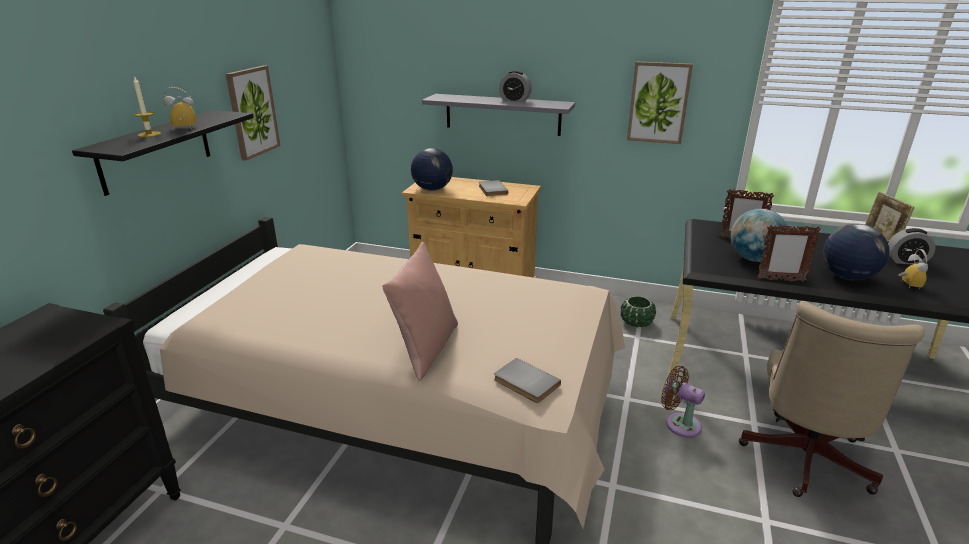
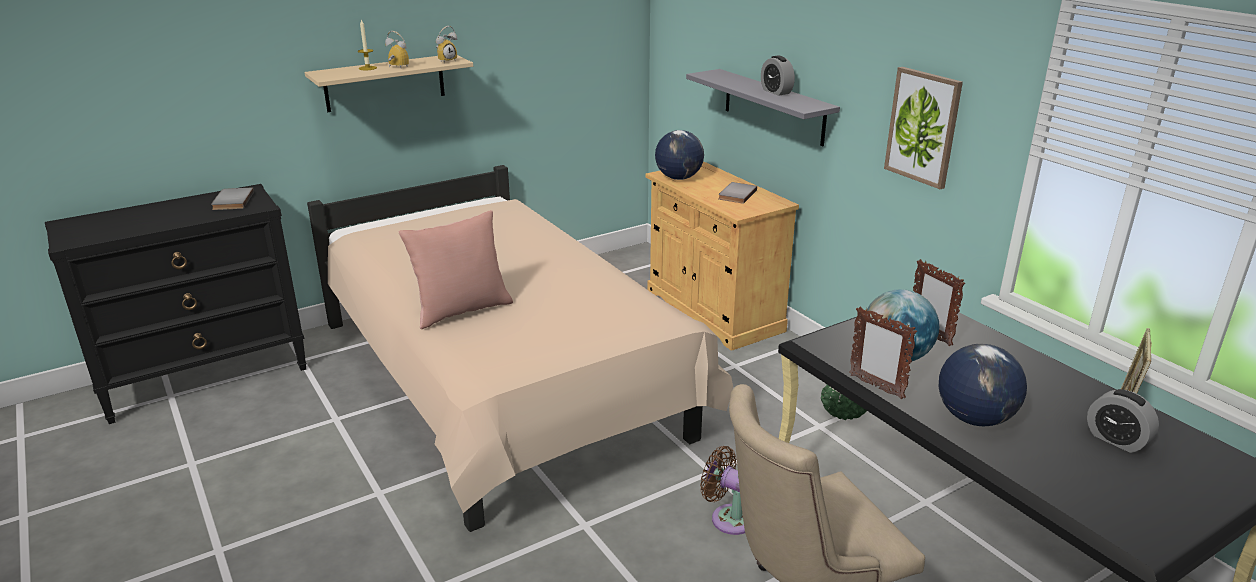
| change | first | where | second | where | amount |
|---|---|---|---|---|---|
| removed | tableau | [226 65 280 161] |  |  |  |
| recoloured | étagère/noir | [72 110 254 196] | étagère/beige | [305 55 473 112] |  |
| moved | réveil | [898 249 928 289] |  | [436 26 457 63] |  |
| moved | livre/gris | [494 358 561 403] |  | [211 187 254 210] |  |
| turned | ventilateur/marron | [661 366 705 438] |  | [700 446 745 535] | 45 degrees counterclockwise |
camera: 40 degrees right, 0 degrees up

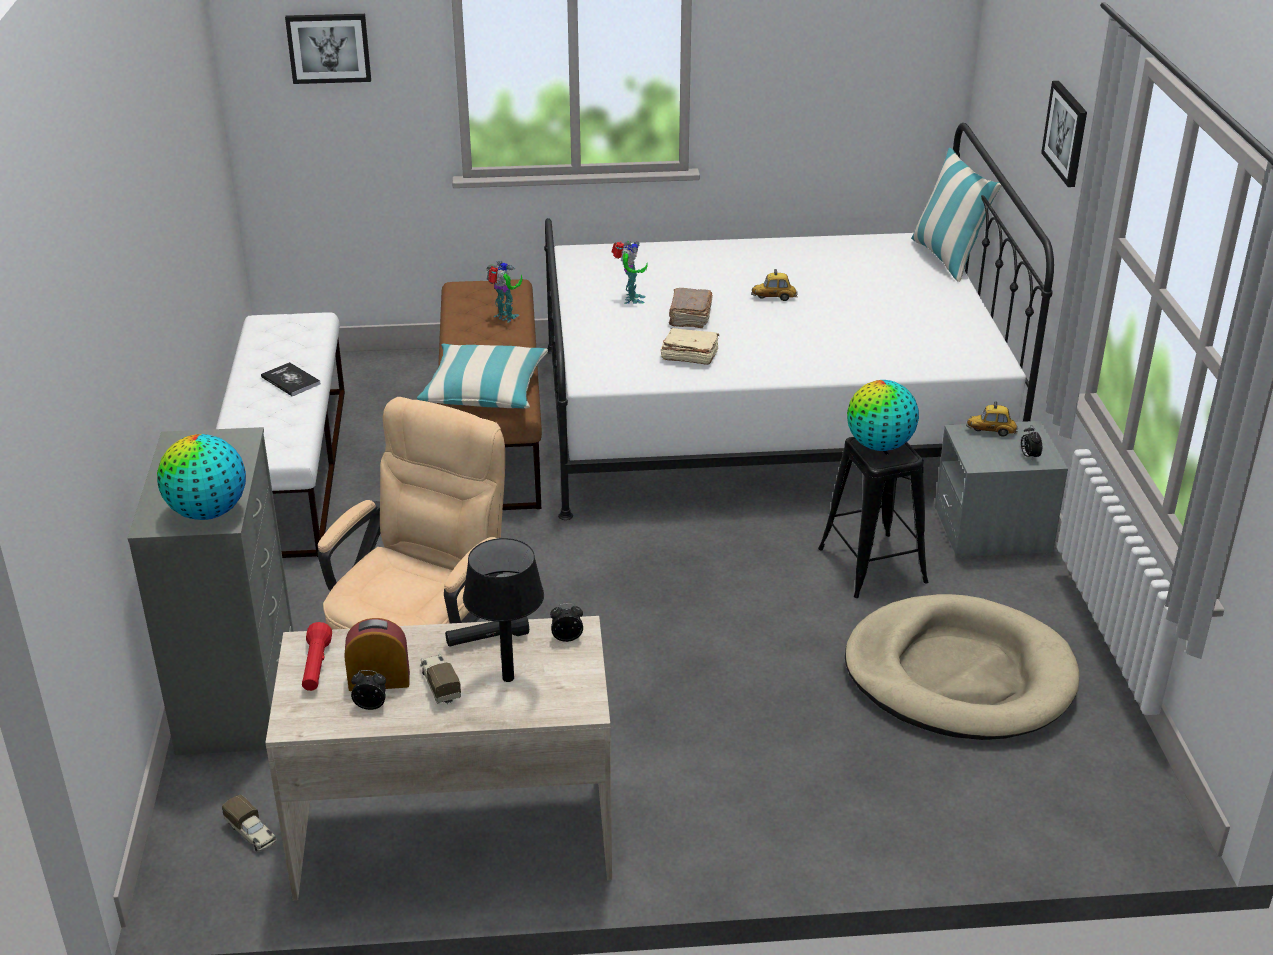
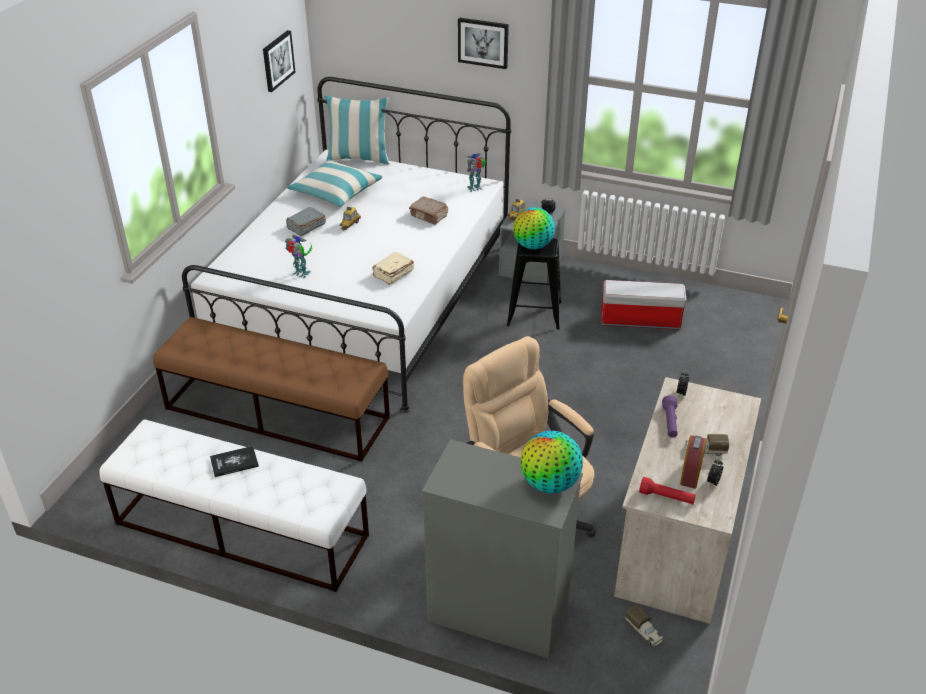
| change | first | where | second | where | amount |
|---|---|---|---|---|---|
| moved | tableau | [285 14 371 84] |  | [263 30 295 92] |  |
| moved | robot jouet | [486 261 522 323] |  | [467 153 486 192] |  |
| moved | livre/marron | [669 288 713 328] |  | [409 197 448 225] |  |
| moved | coussin | [417 344 548 409] |  | [287 159 383 207] |  |
| removed | lampe de table/noir | [463 538 544 682] |  |  |  |
| replaced | panier pour chien/beige | [845 594 1080 740] | boîte de rangement | [601 280 687 330] |  |
| recoloured | lampe de poche/noir | [445 616 529 647] | lampe de poche/violet | [662 395 678 438] |  |
| turned | camion jouet | [222 795 277 851] |  | [625 604 663 647] | 75 degrees clockwise |
| added |  |  | livre/gris | [286 207 326 237] |  |
camera: 65 degrees left, 5 degrees up

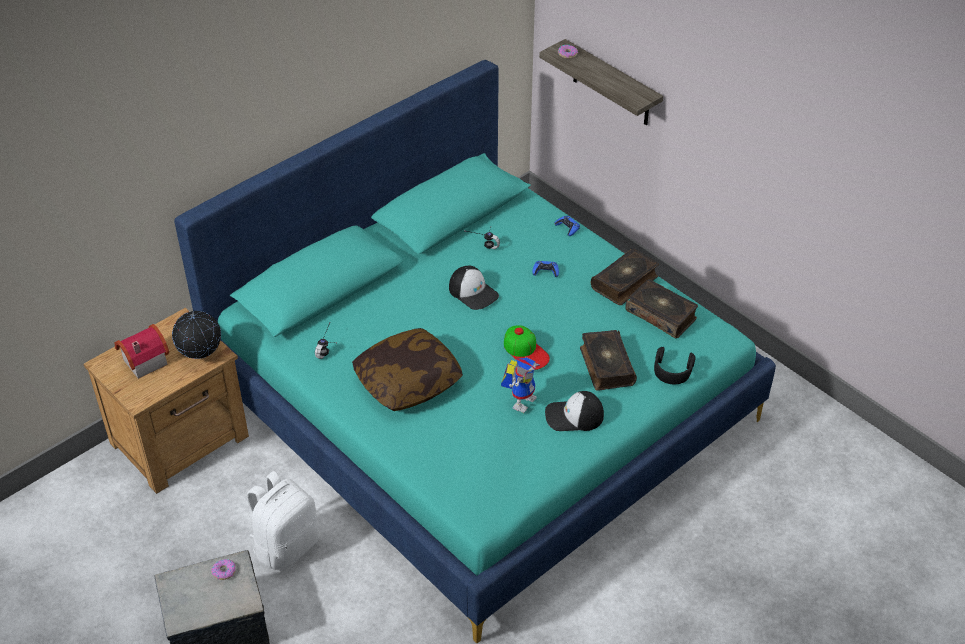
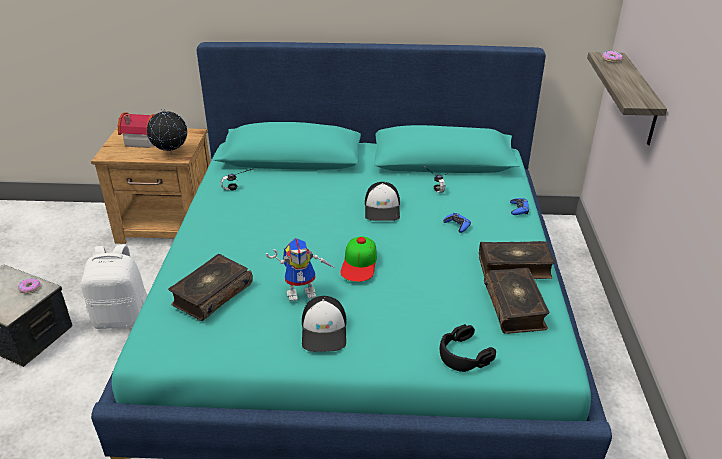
| change | first | where | second | where | amount |
|---|---|---|---|---|---|
| removed | coussin | [352 328 463 411] |  |  |  |
| moved | livre | [580 330 637 391] |  | [168 254 253 321] |  |
| turned | casquette | [545 391 604 431] |  | [302 296 347 352] | 135 degrees counterclockwise |
camera: 45 degrees right, 10 degrees down

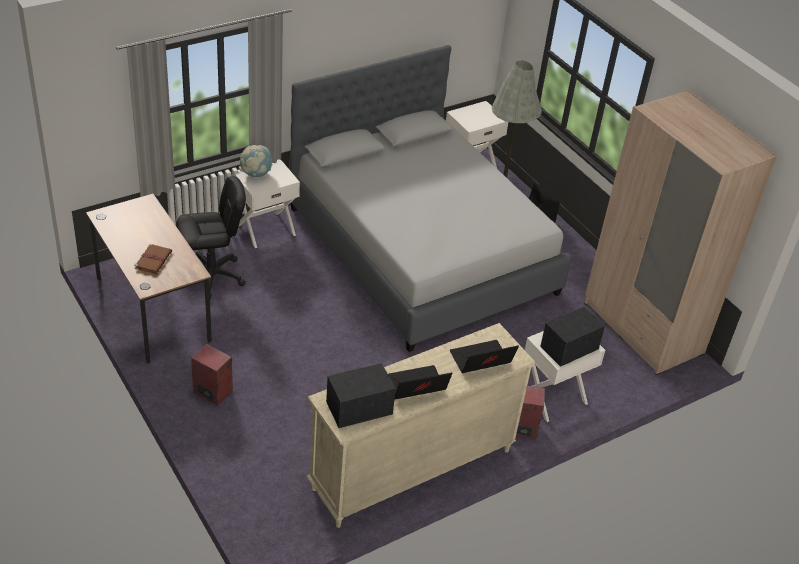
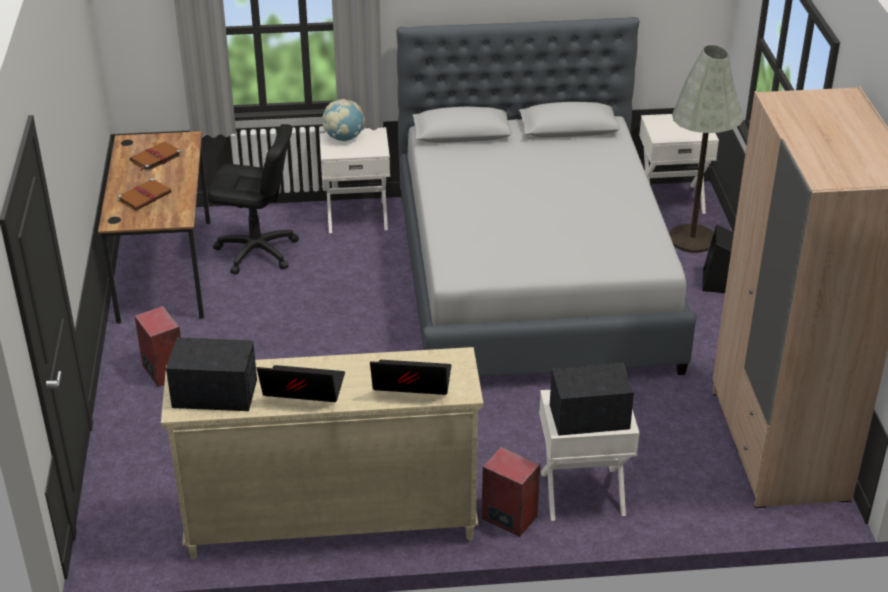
| change | first | where | second | where | amount |
|---|---|---|---|---|---|
| added |  |  | livre/marron | [130 142 182 172] |  |
camera: 30 degrees right, 5 degrees down

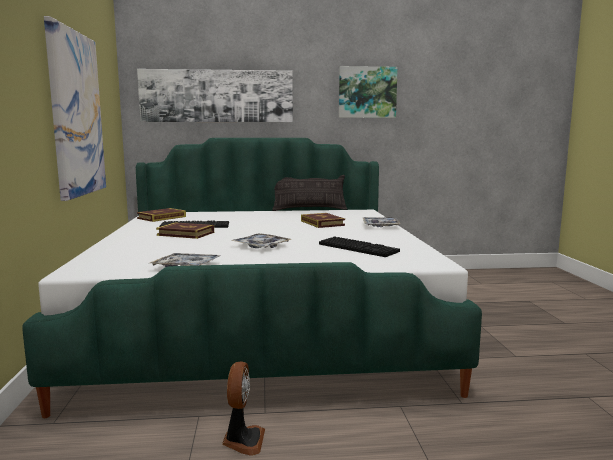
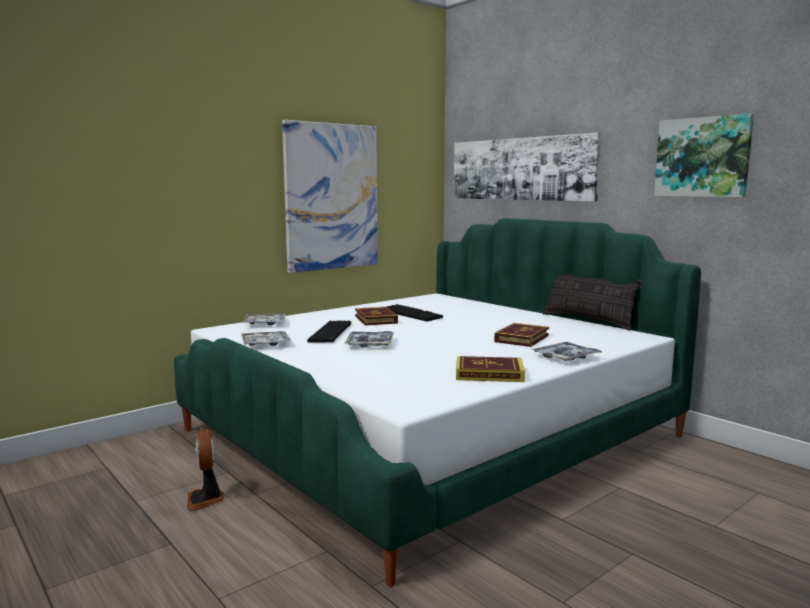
| change | first | where | second | where | amount |
|---|---|---|---|---|---|
| moved | livre | [137 208 186 222] |  | [456 356 525 382] |  |
| moved | clavier | [319 236 400 257] |  | [307 320 351 343] |  |
| turned | ventilateur | [222 361 265 456] |  | [187 429 224 511] | 105 degrees clockwise |
| added |  |  | plateau | [243 314 286 325] |  |
camera: 55 degrees right, 0 degrees up

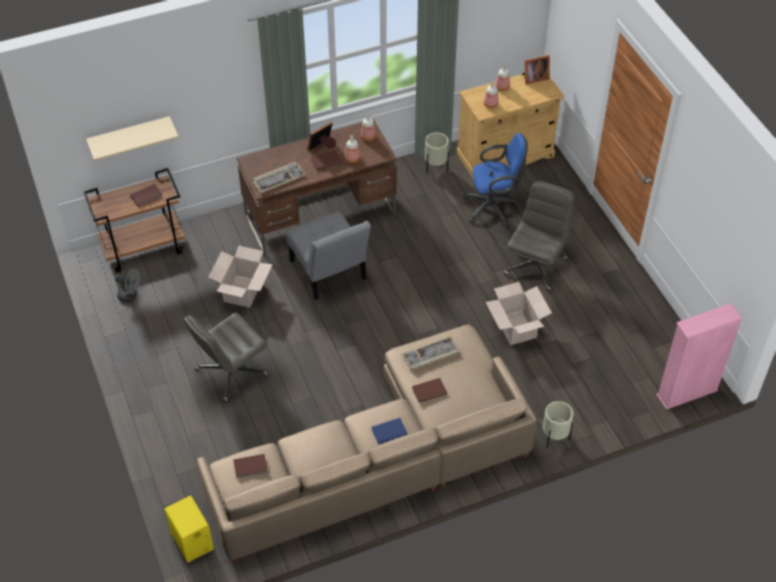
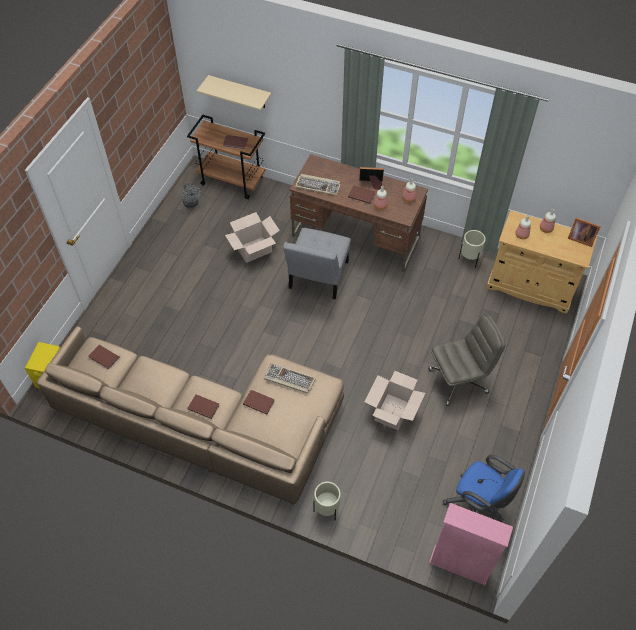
| change | first | where | second | where | amount |
|---|---|---|---|---|---|
| moved | chaise de bureau/bleu | [463 133 528 226] |  | [443 455 525 522] |  |
| removed | chaise de bureau/gris | [183 313 269 403] |  |  |  |
| recoloured | livre/bleu | [371 418 407 444] | livre/marron | [187 394 219 419] |  |
camera: 45 degrees right, 5 degrees up

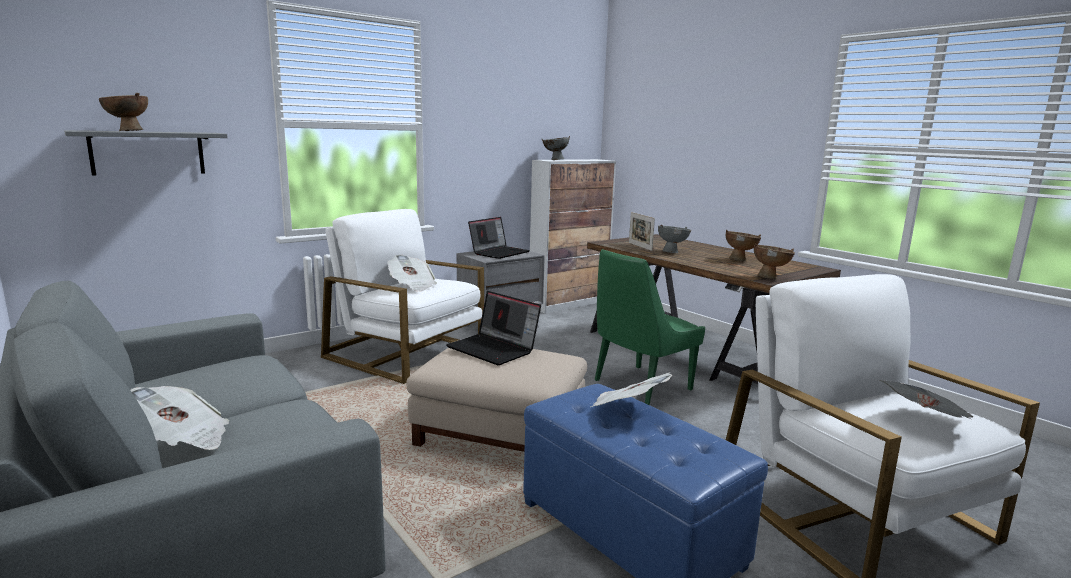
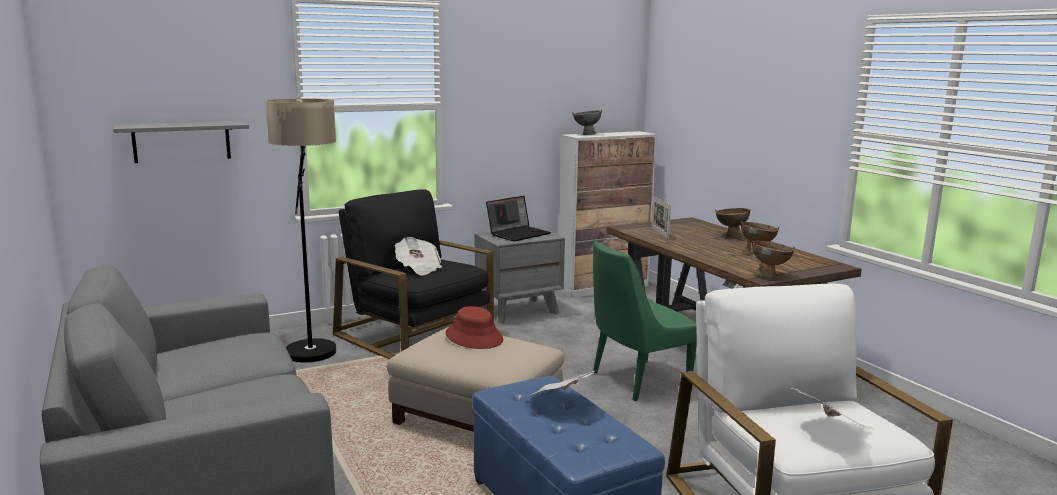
| change | first | where | second | where | amount |
|---|---|---|---|---|---|
| moved | bol/marron | [99 93 148 131] |  | [715 208 751 238] |  |
| recoloured | fauteuil/blanc | [321 209 484 384] | fauteuil/noir | [333 189 494 359] |  |
| removed | bol/gris | [658 225 691 253] |  |  |  |
| replaced | ordinateur portable | [446 291 541 365] | chapeau/rouge | [445 306 503 349] |  |
| removed | journal | [130 386 229 450] |  |  |  |
| added |  |  | lampadaire | [266 98 336 363] |  |
camera: 10 degrees right, 0 degrees up

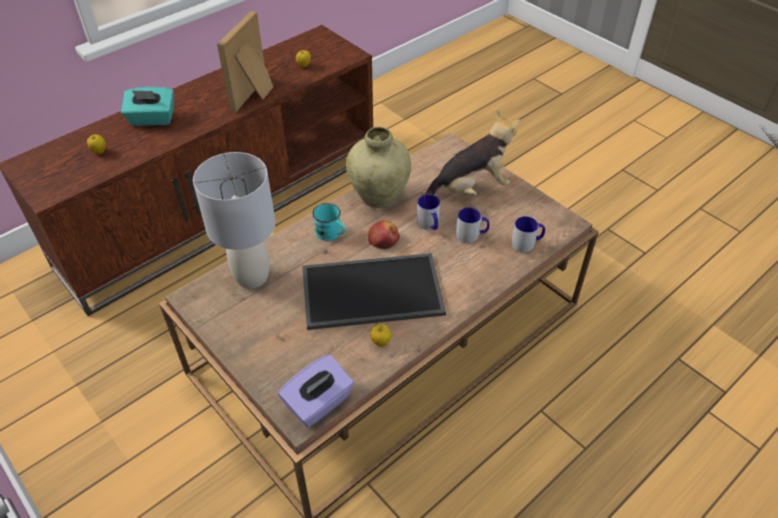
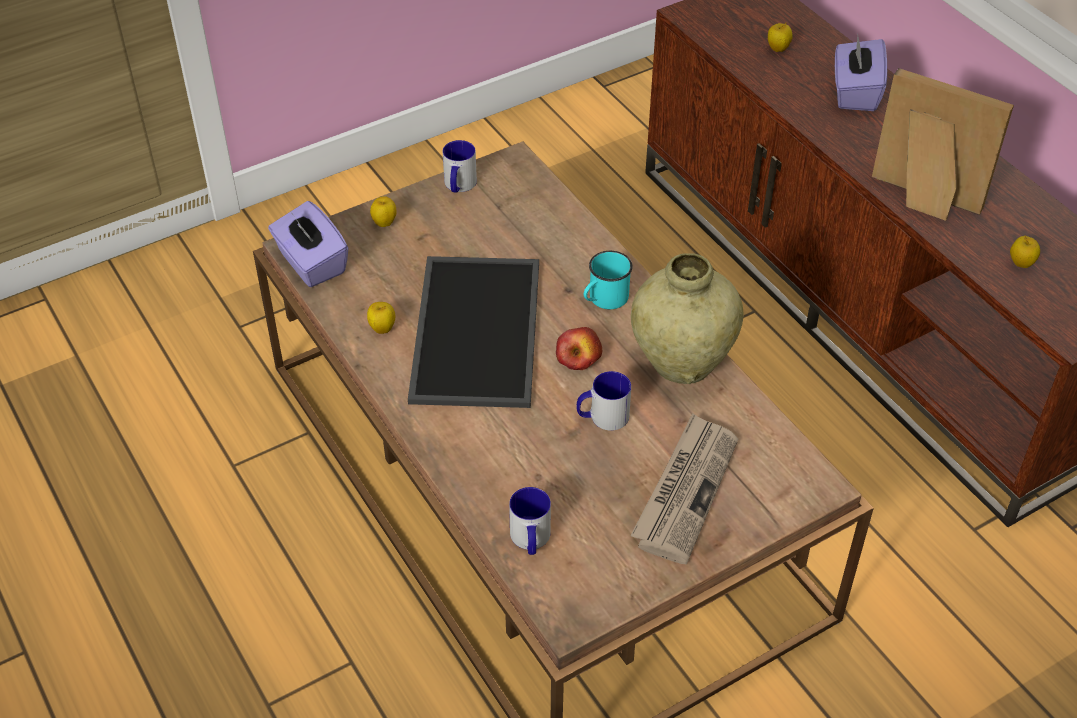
| change | first | where | second | where | amount |
|---|---|---|---|---|---|
| recoloured | boîte à mouchoirs/turquoise | [121 87 174 126] | boîte à mouchoirs/violet | [835 35 887 111] |  |
| replaced | peluche | [425 110 520 195] | journal | [631 413 738 565] |  |
| removed | lampe de table/gris | [193 152 275 289] |  |  |  |
| moved | mug | [456 207 489 243] |  | [443 140 477 193] |  |
| added |  |  | pomme | [370 196 397 227] |  |
camera: 100 degrees right, 0 degrees up

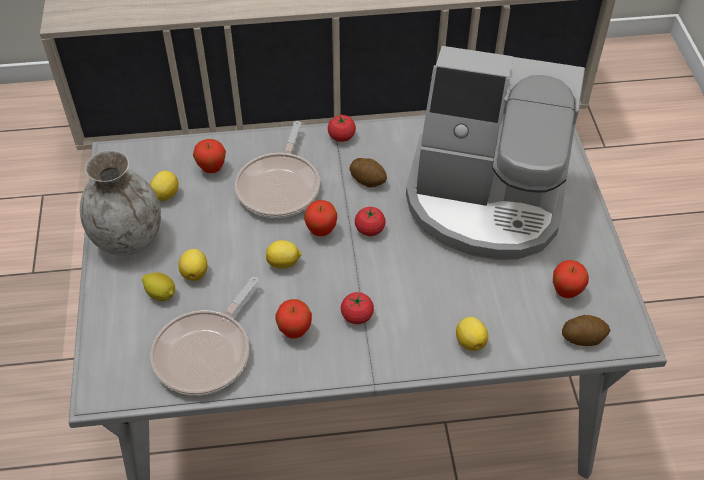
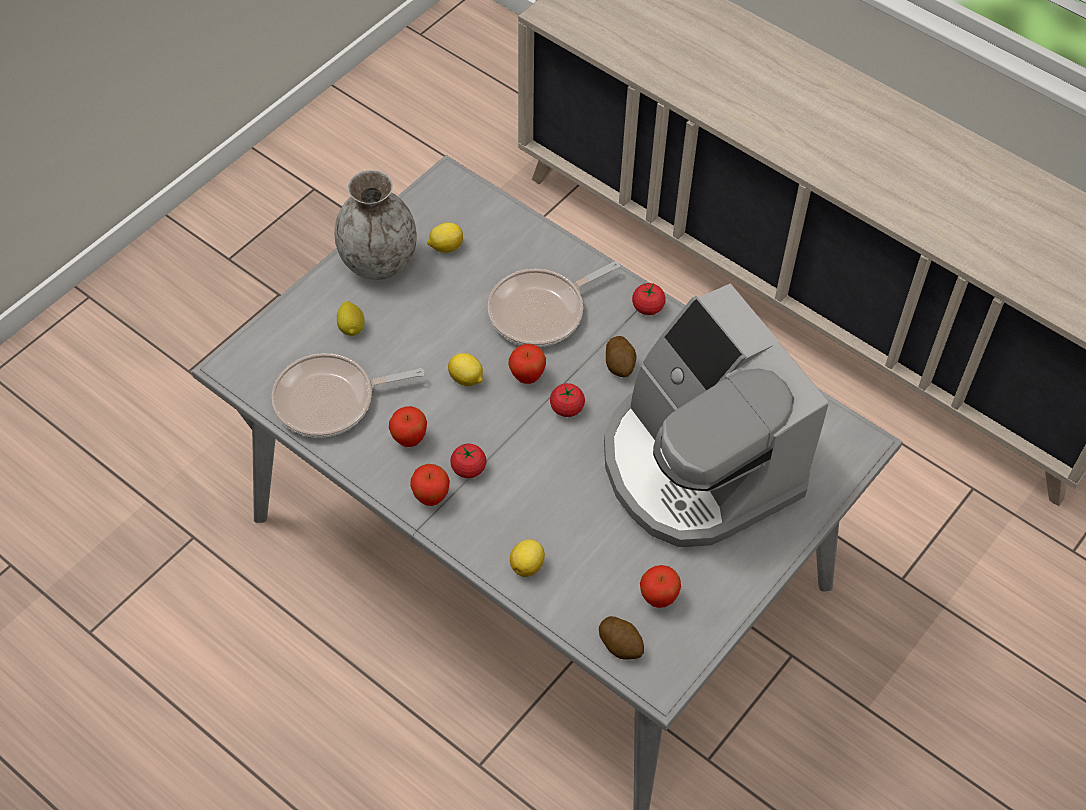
| change | first | where | second | where | amount |
|---|---|---|---|---|---|
| moved | pomme | [193 139 226 173] |  | [410 464 450 506] |  |
| removed | citron | [178 249 207 281] |  |  |  |
camera: 45 degrees right, 5 degrees up

